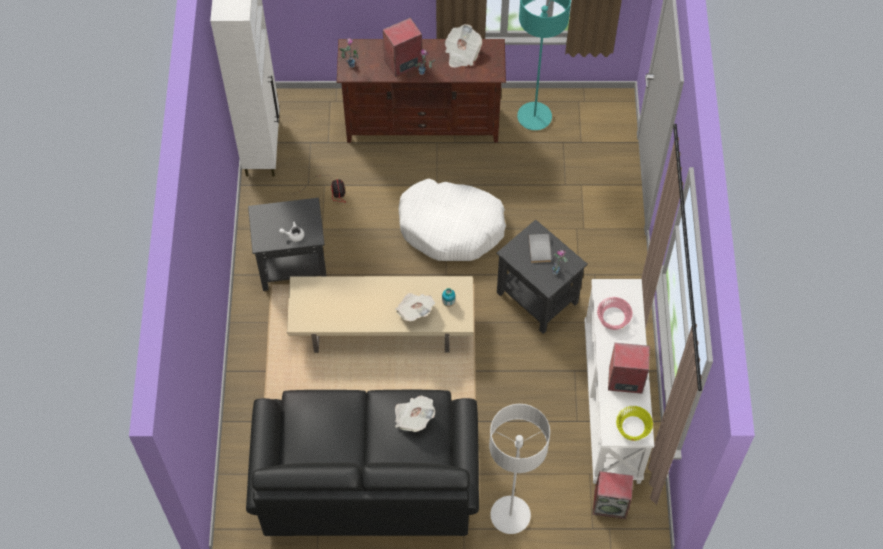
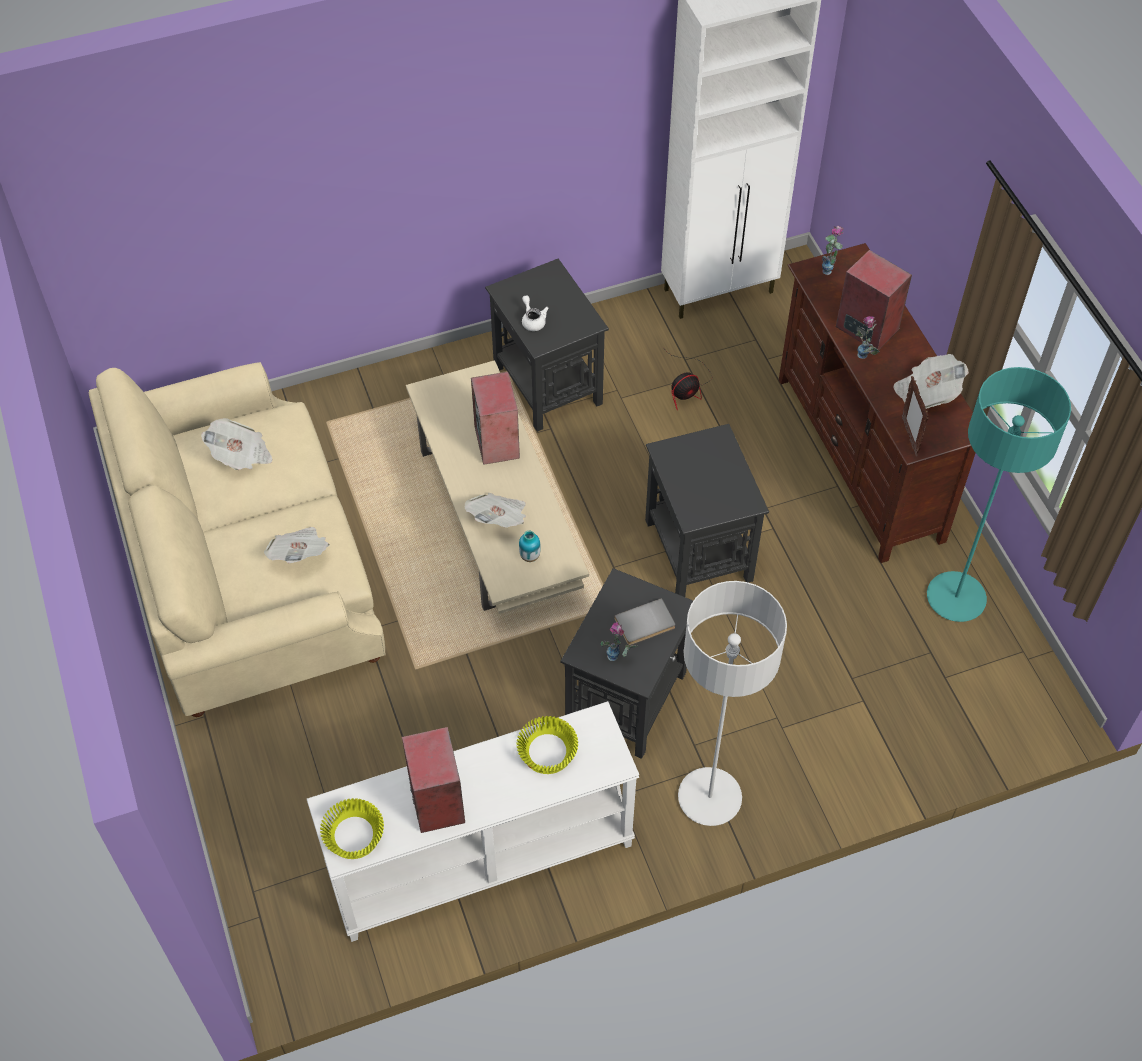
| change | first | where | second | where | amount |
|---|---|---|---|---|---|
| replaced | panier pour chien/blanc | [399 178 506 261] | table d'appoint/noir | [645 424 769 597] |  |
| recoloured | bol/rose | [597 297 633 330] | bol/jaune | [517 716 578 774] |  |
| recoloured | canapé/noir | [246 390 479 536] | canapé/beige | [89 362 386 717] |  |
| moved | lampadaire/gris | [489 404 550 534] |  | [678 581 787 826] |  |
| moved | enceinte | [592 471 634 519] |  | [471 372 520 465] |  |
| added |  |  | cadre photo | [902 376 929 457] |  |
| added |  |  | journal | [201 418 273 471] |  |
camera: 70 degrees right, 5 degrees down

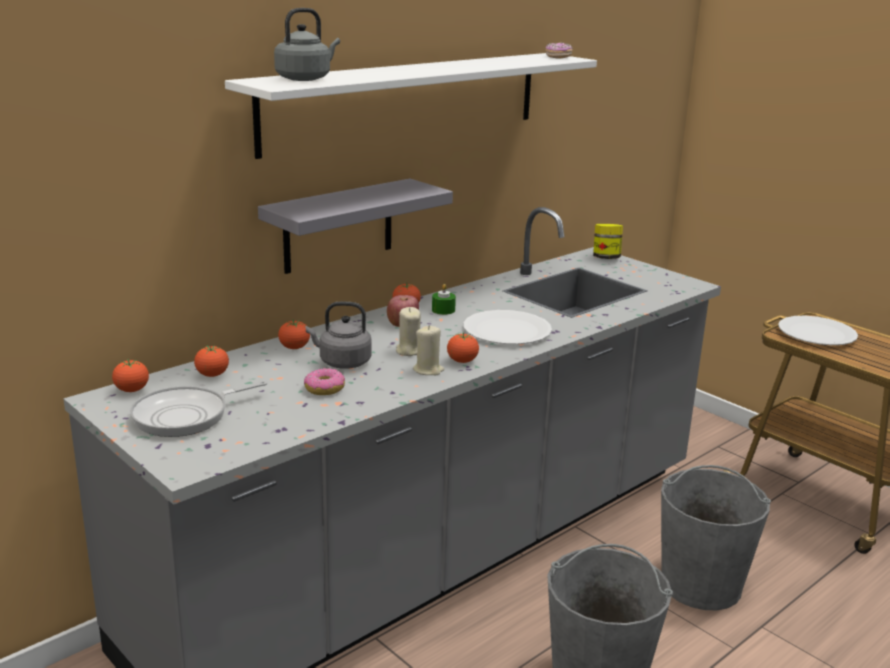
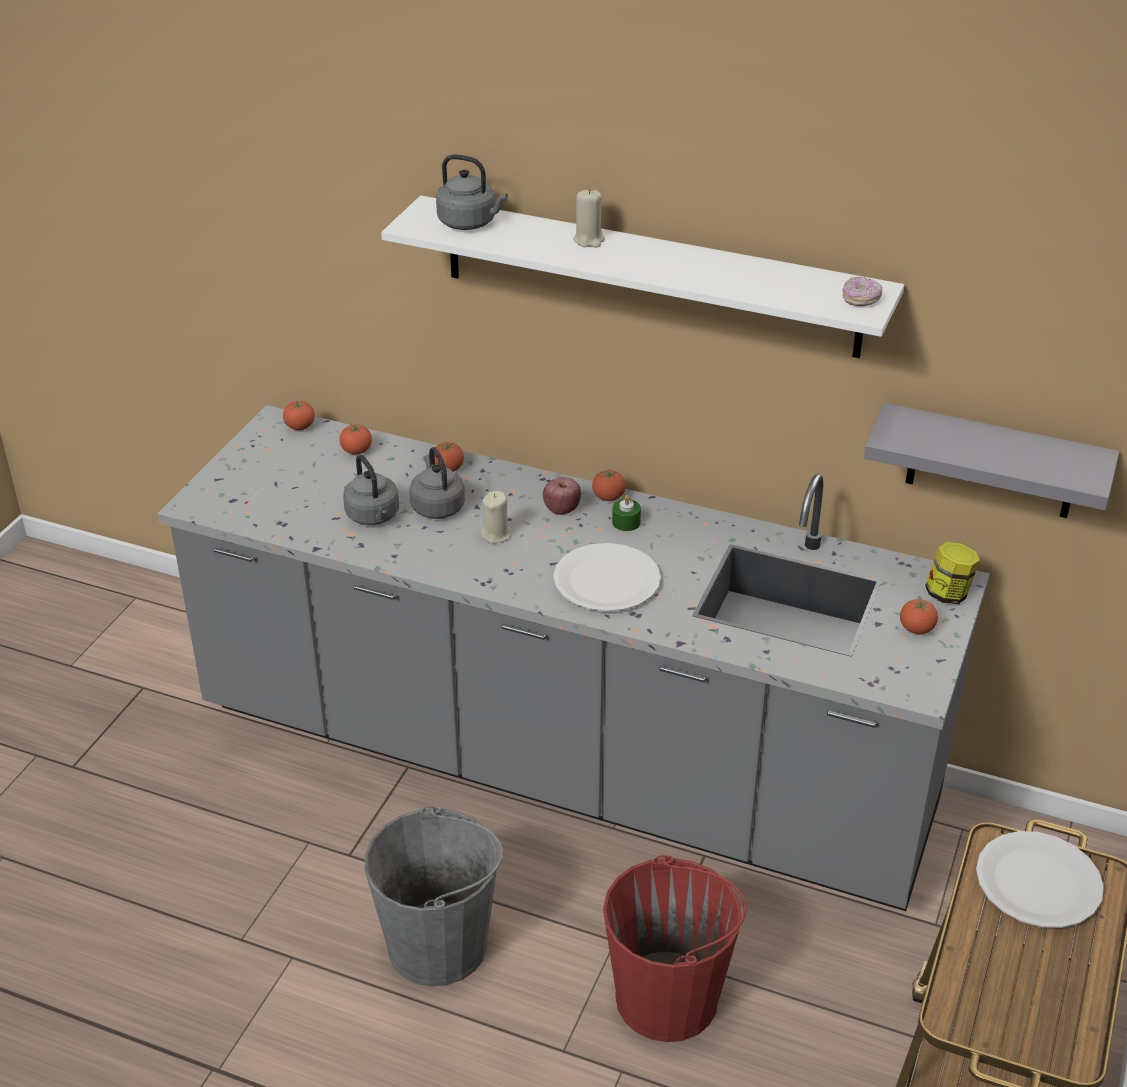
| change | first | where | second | where | amount |
|---|---|---|---|---|---|
| moved | étagère/gris | [258 179 453 274] |  | [864 403 1119 518] |  |
| moved | bougie/beige | [413 325 444 375] |  | [573 189 605 247] |  |
| moved | tomate | [447 333 479 363] |  | [900 598 938 634] |  |
| replaced | beignet | [304 368 345 395] | bouilloire/gris | [343 455 399 525] |  |
| removed | poêle | [130 381 267 437] |  |  |  |
| recoloured | seau/gris | [661 465 771 610] | seau/rouge | [603 855 747 1042] |  |
camera: 65 degrees right, 15 degrees up

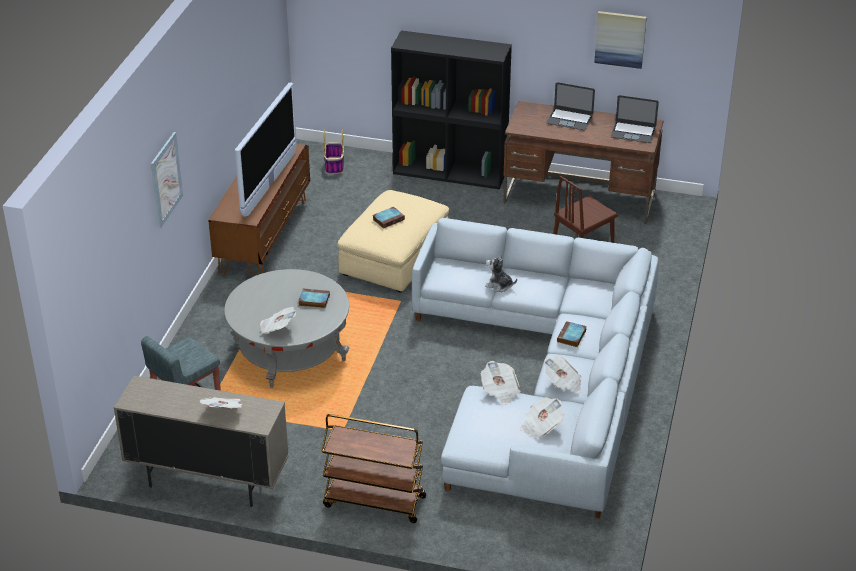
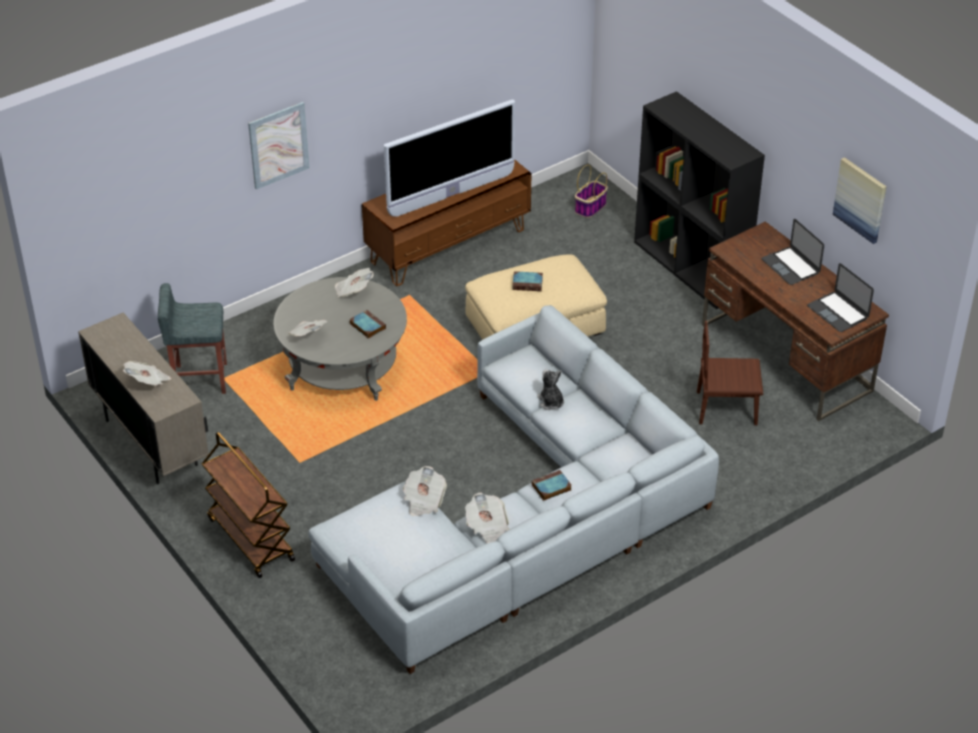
| change | first | where | second | where | amount |
|---|---|---|---|---|---|
| moved | journal | [520 397 564 438] |  | [335 268 373 298] |  |
camera: 40 degrees right, 5 degrees up

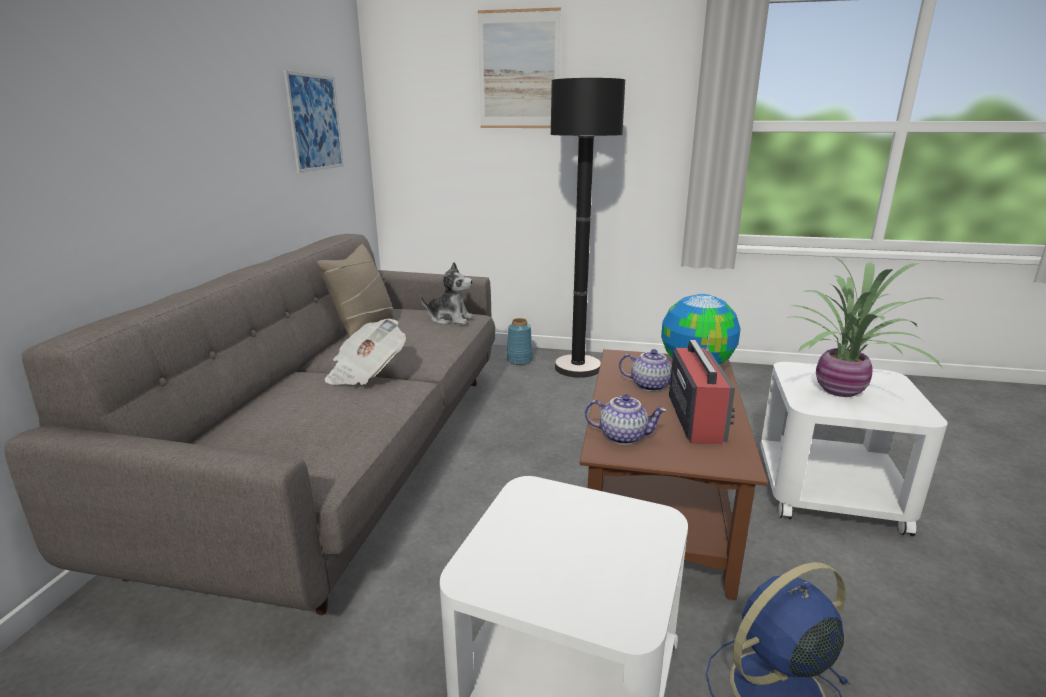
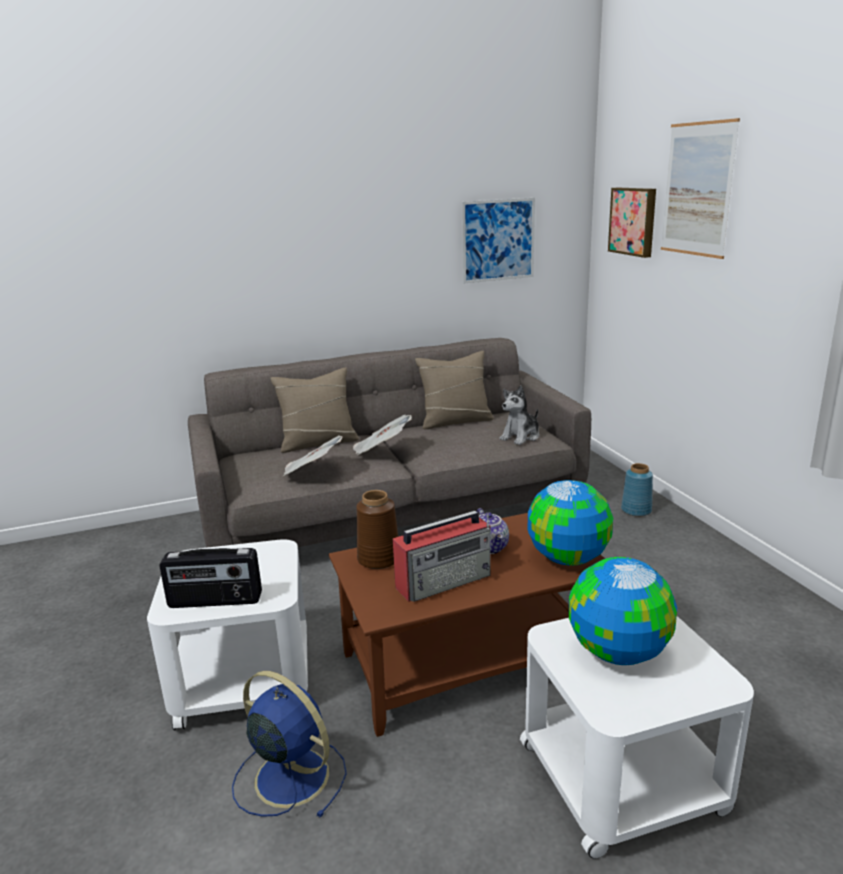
| change | first | where | second | where | amount |
|---|---|---|---|---|---|
| removed | lampadaire/noir | [550 78 625 378] |  |  |  |
| replaced | plante en pot | [787 257 944 397] | globe | [569 557 677 665] |  |
| turned | peluche | [420 262 473 325] |  | [500 385 539 445] | 60 degrees clockwise |
| replaced | théière | [585 394 667 445] | vase/marron | [356 490 399 569] |  |
| added |  |  | tableau | [608 188 656 258] |  |
| added |  |  | coussin/beige | [270 367 359 453] |  |
| added |  |  | journal | [282 436 342 477] |  |
| added |  |  | radio | [159 548 262 608] |  |
camera: 60 degrees right, 0 degrees up

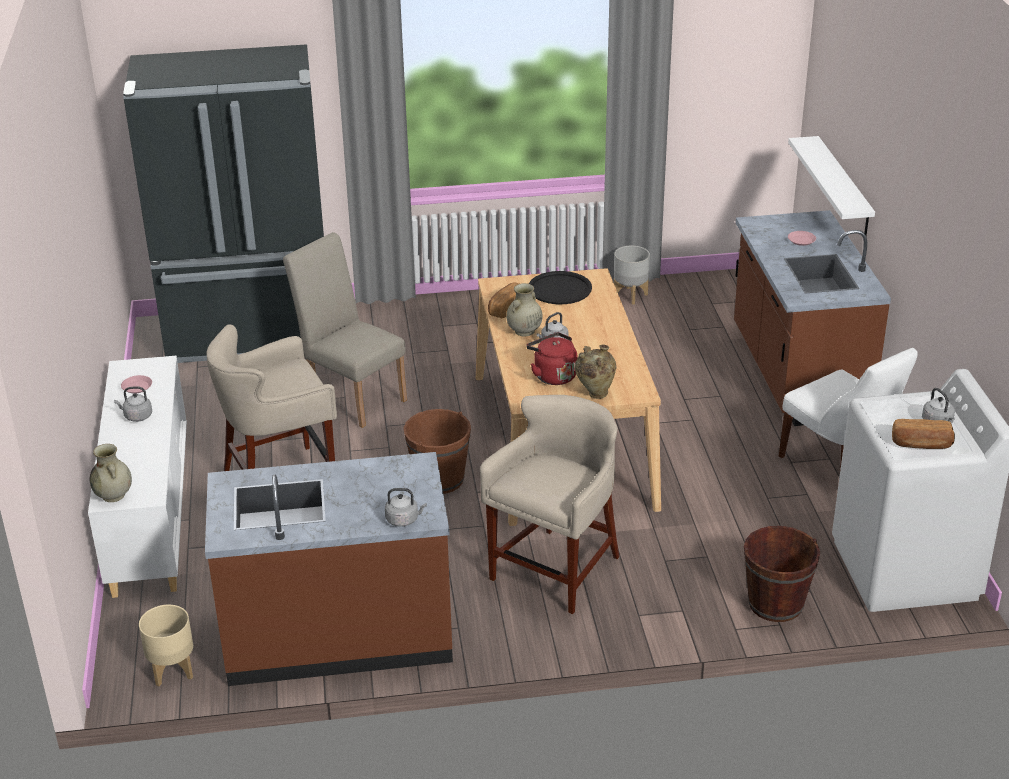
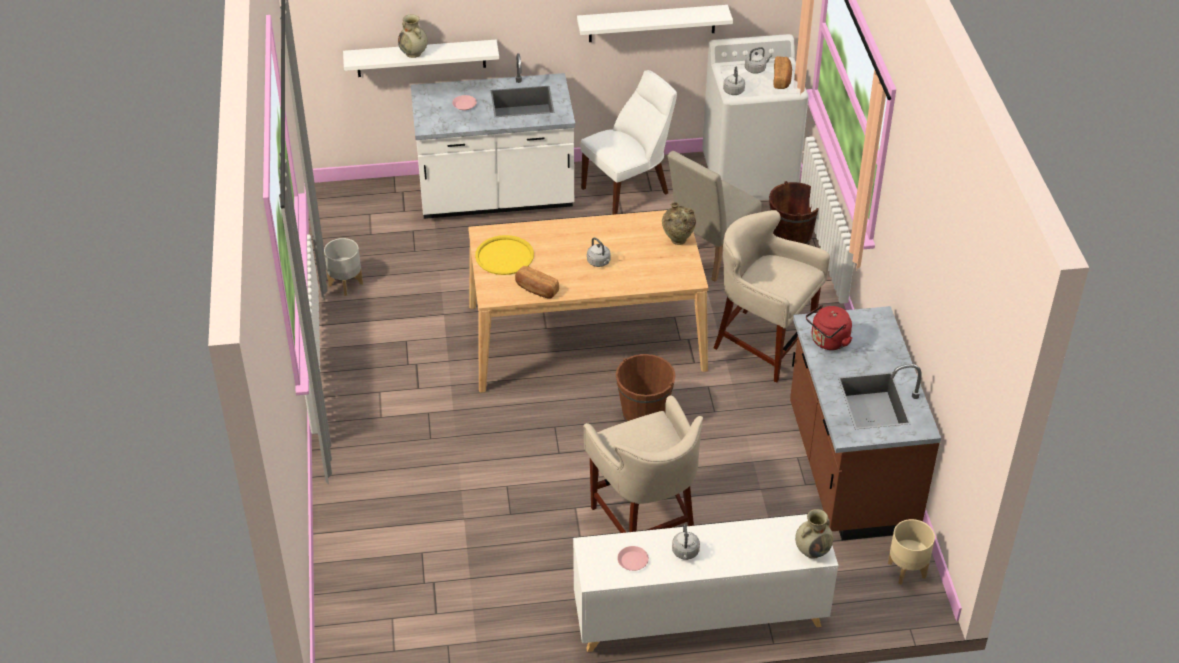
| change | first | where | second | where | amount |
|---|---|---|---|---|---|
| removed | réfrigérateur/noir | [123 44 324 363] |  |  |  |
| recoloured | comptoir de cuisine/marron | [734 210 891 426] | comptoir de cuisine/blanc | [411 53 575 219] |  |
| moved | chaise/beige | [283 232 407 428] |  | [668 151 762 281] |  |
| recoloured | plateau/noir | [529 271 592 304] | plateau/jaune | [475 235 534 275] |  |
| moved | vase/beige | [506 283 543 336] |  | [398 14 428 58] |  |
| moved | bouilloire/rouge | [526 332 578 385] |  | [806 305 852 350] |  |
| moved | bouilloire/gris | [385 488 427 527] |  | [723 67 745 95] |  |
| added |  |  | étagère/blanc | [577 5 733 42] |  |
camera: 90 degrees left, 10 degrees up

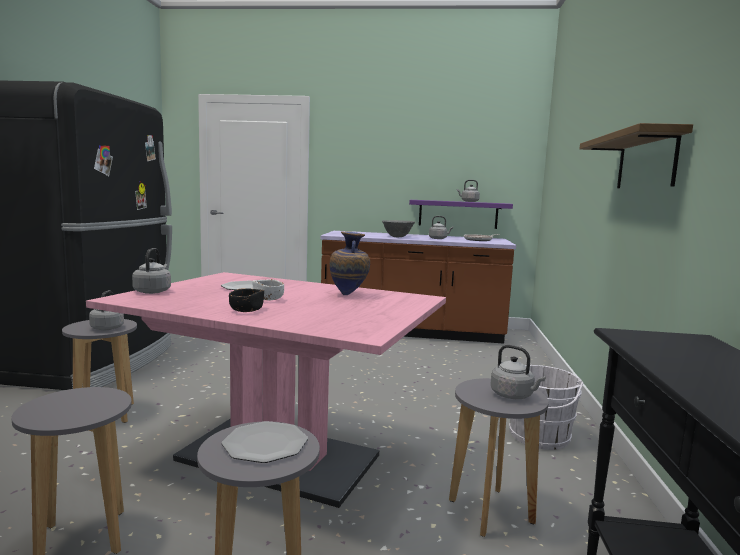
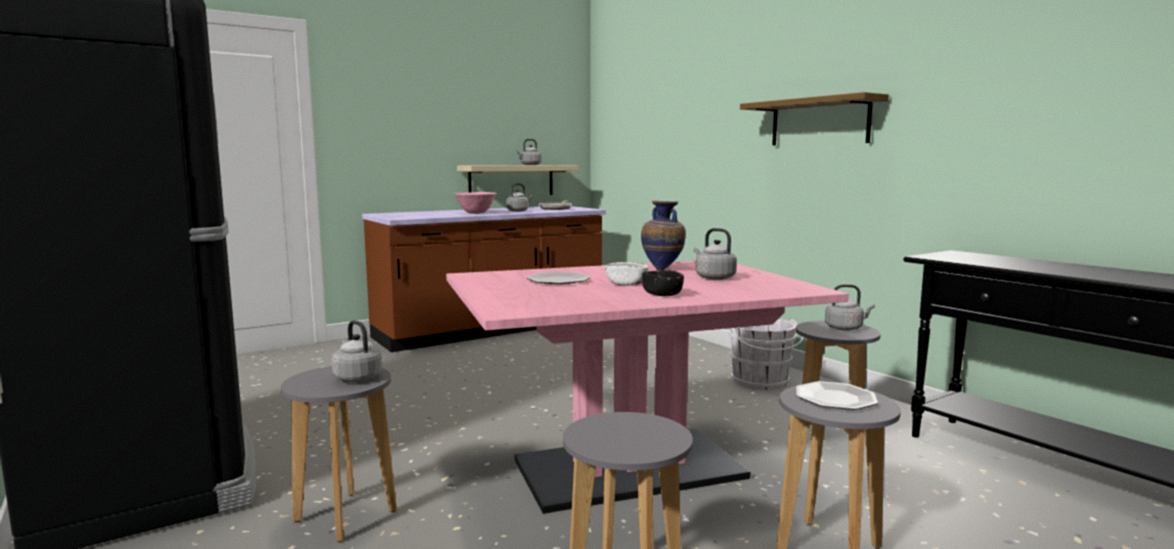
| change | first | where | second | where | amount |
|---|---|---|---|---|---|
| recoloured | étagère/violet | [409 200 513 229] | étagère/beige | [457 165 578 195] |  |
| recoloured | bol/gris | [382 220 415 237] | bol/rose | [454 192 497 214] |  |
| moved | bouilloire/gris | [132 248 171 294] |  | [693 228 737 280] |  |
camera: 40 degrees left, 0 degrees up

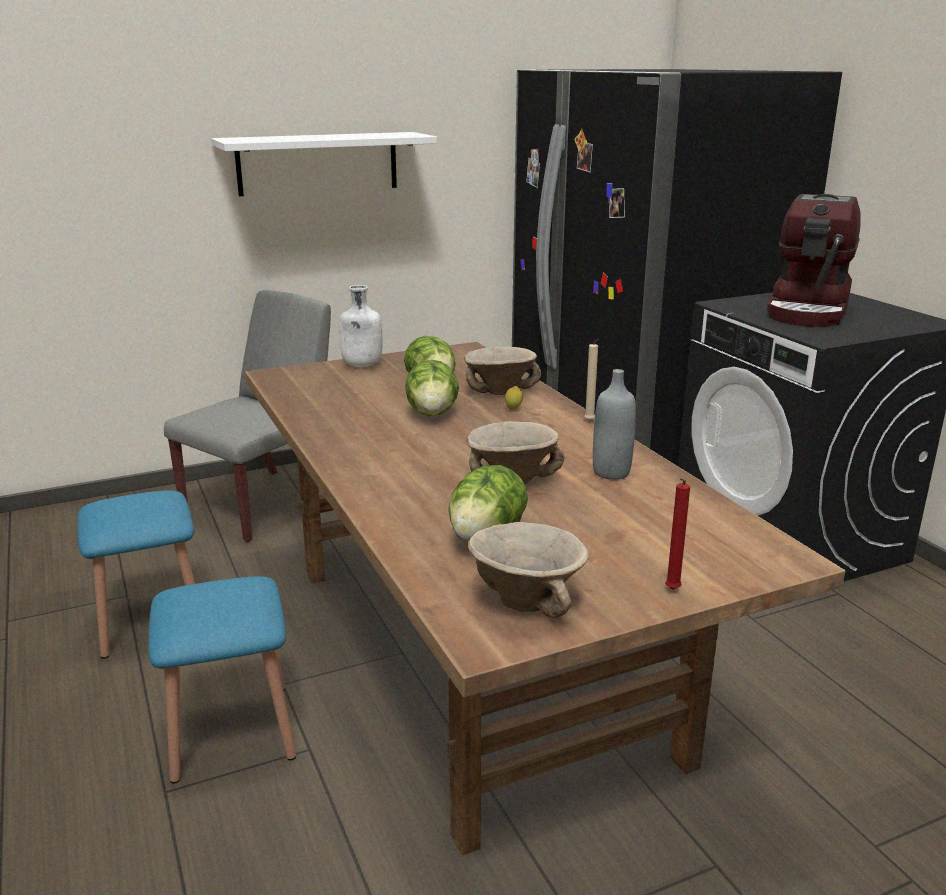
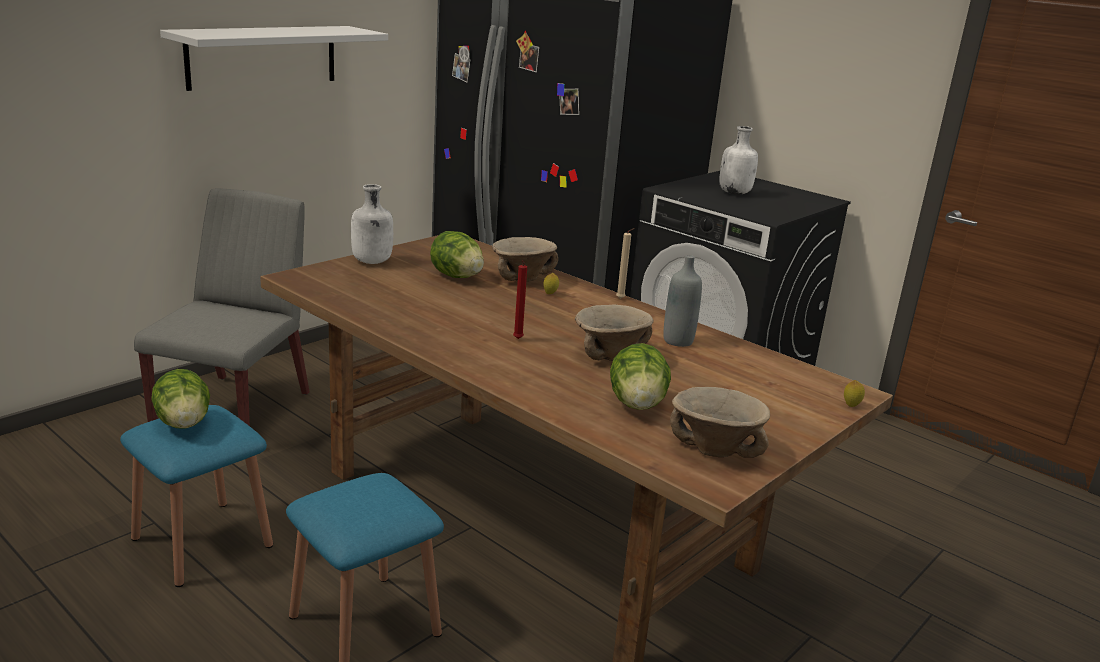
| change | first | where | second | where | amount |
|---|---|---|---|---|---|
| replaced | machine à café | [767 194 861 327] | bouteille/blanc | [719 126 758 195] |  |
| moved | laitue | [405 360 459 416] |  | [151 369 210 428] |  |
| moved | bougie/rouge | [665 478 690 590] |  | [513 261 527 339] |  |
| added |  |  | citron | [844 380 865 407] |  |
camera: 25 degrees left, 0 degrees up

